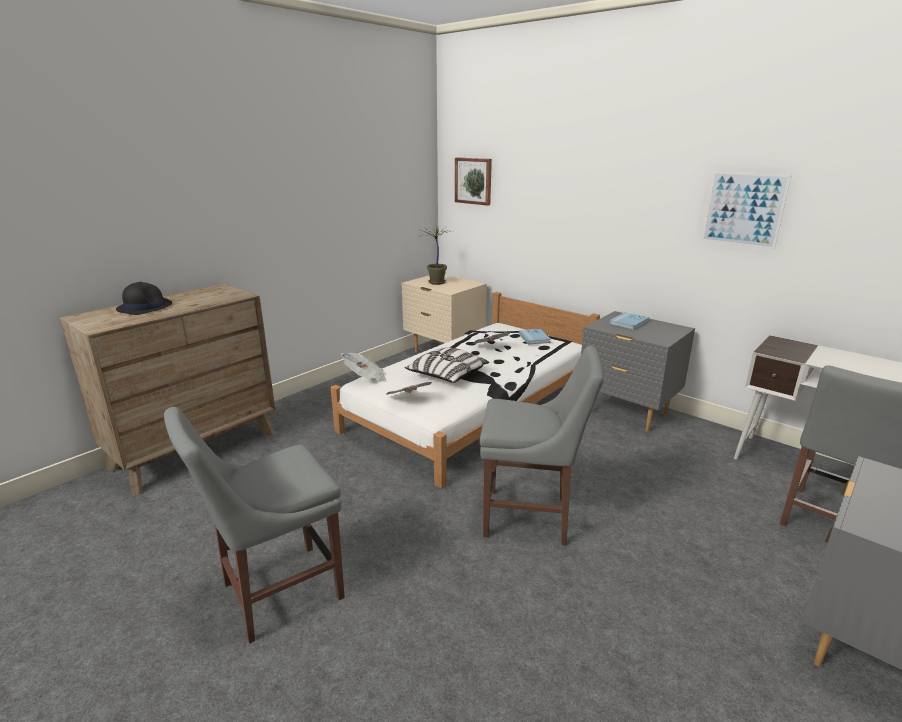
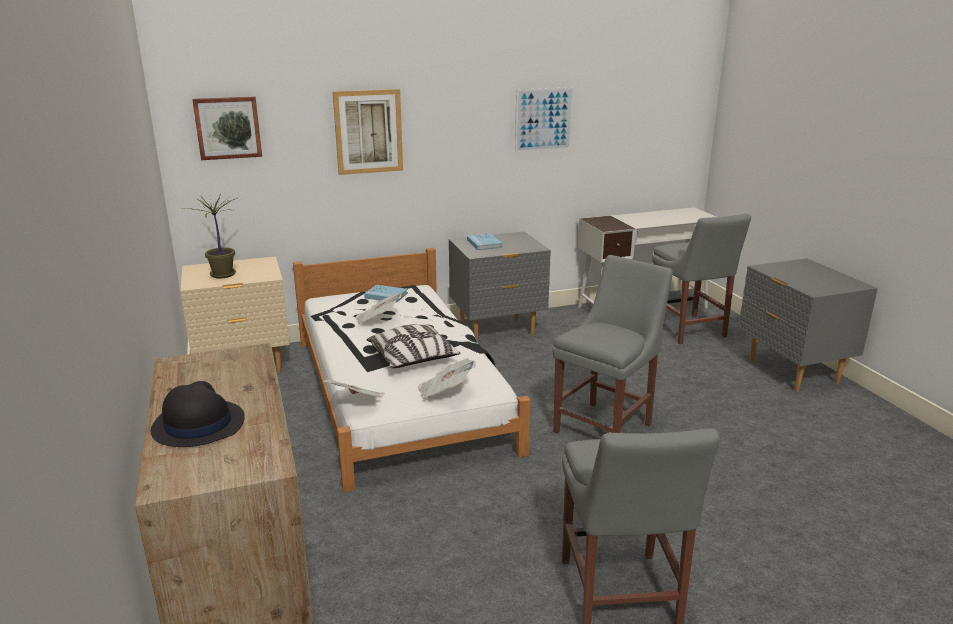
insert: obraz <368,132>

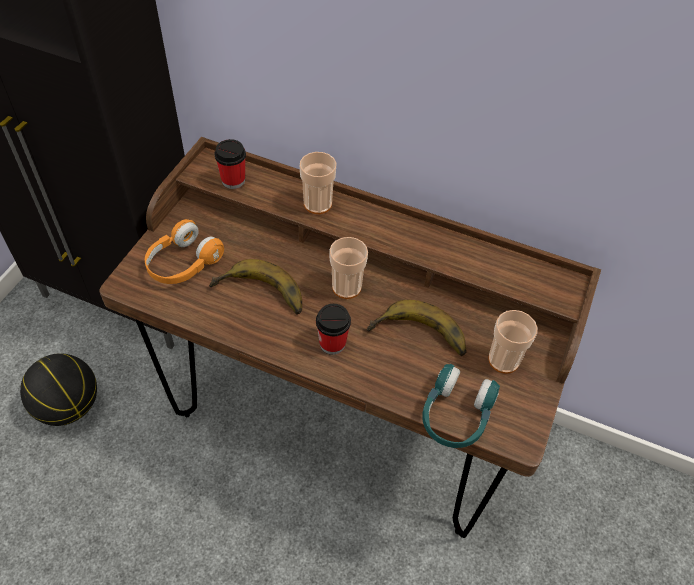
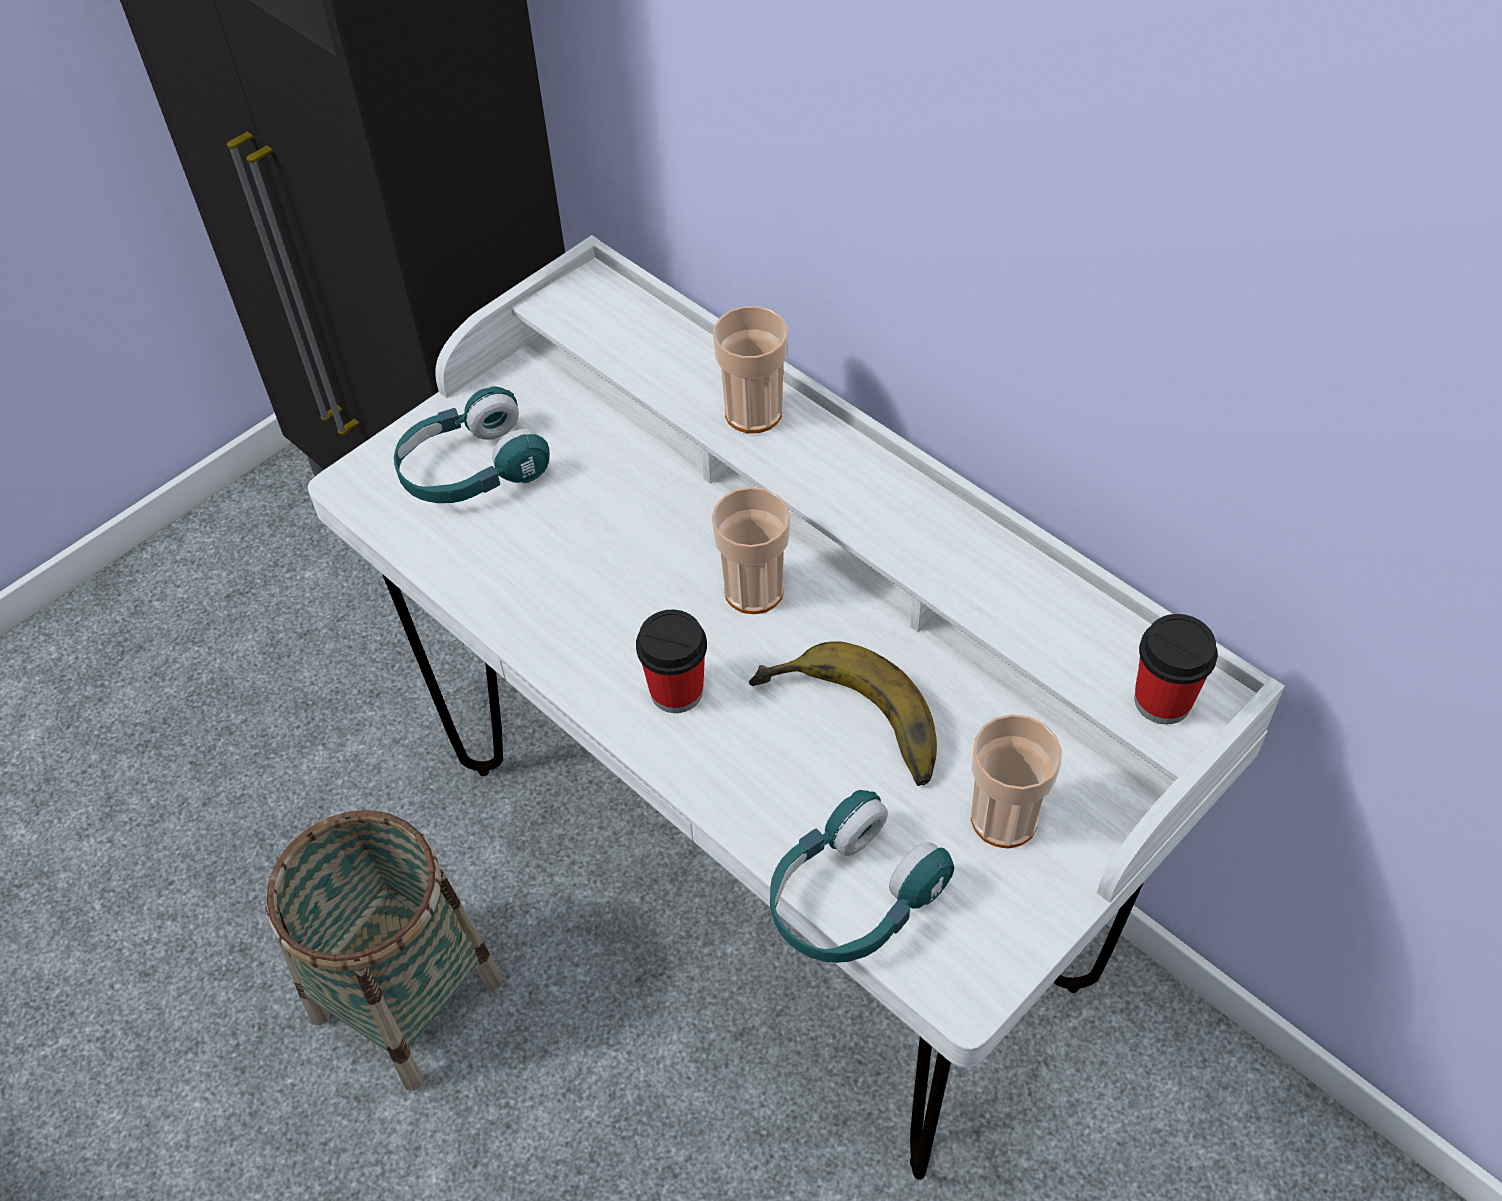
delete: piłka do koszykówki <58,389>; banan <255,287>
insert: koszyk <384,950>
move: filiżanka <230,164> to <1176,669>
recolor: biurko [brązowy] <350,337> to biurko [biały] <796,707>; słuchawki [pomarańczowy] <184,251> to słuchawki [turkusowy] <472,444>

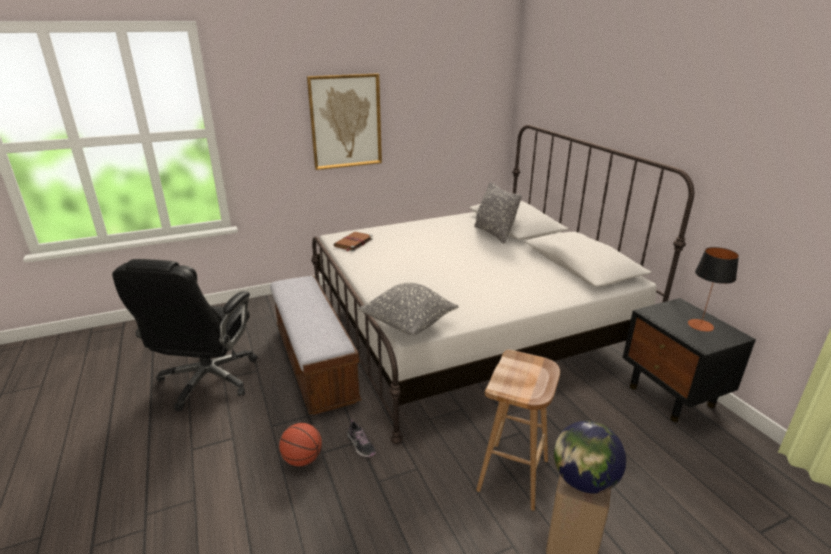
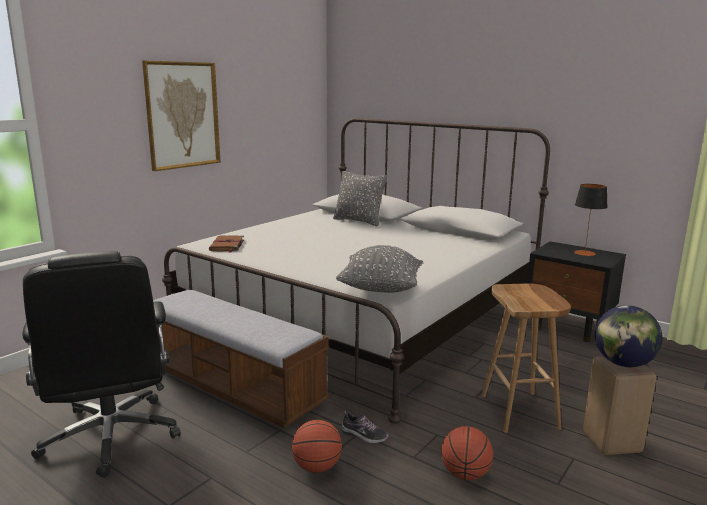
insert: piłka do koszykówki <467,453>

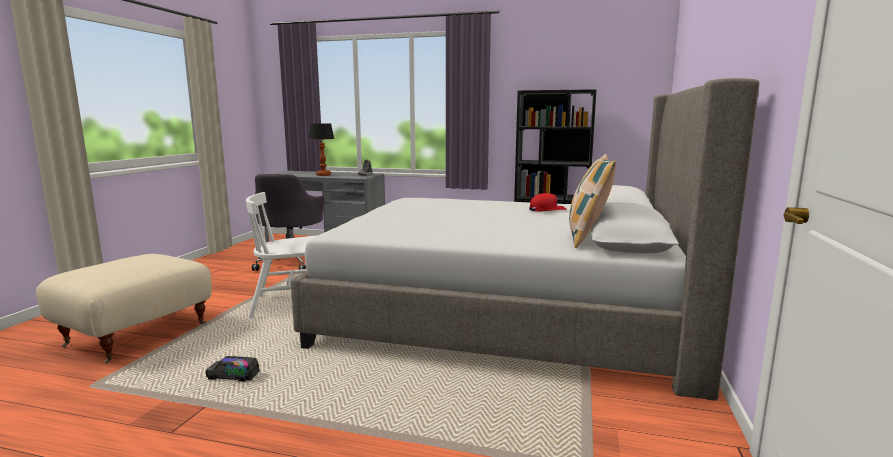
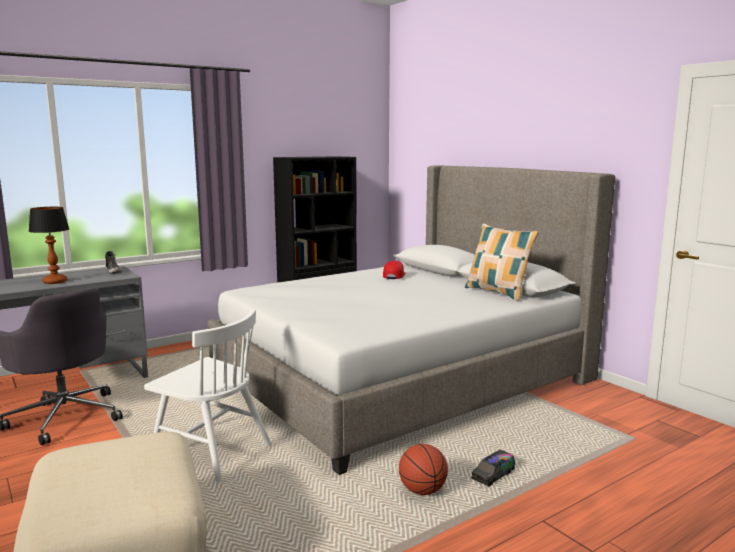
insert: piłka do koszykówki <423,469>
move: ciężarówka zabawkowa <232,369> to <493,468>
rotate: krzesło [biały] <282,255> = <208,395> 90 degrees counterclockwise

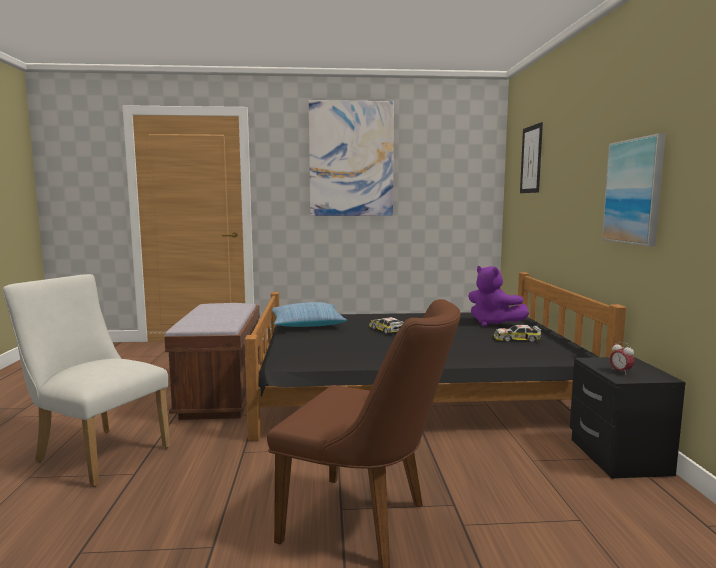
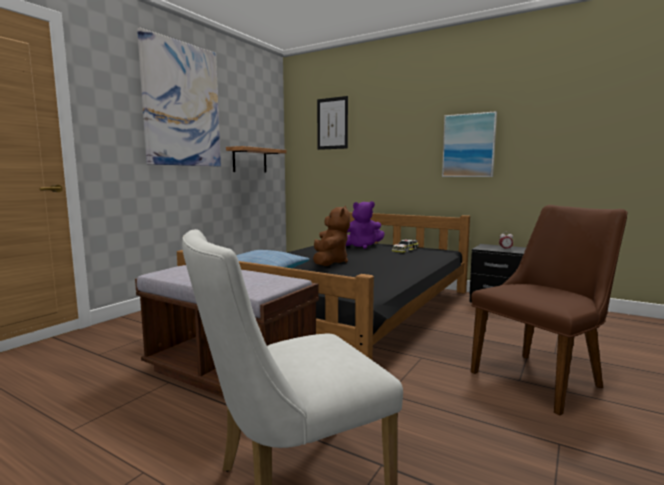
insert: półka <256,159>
replace: samochodzik <386,325> to pluszak [brązowy] <331,236>

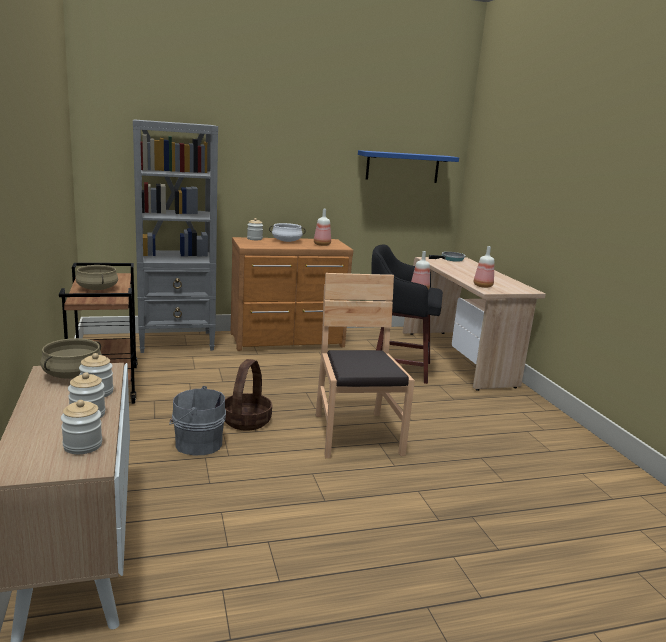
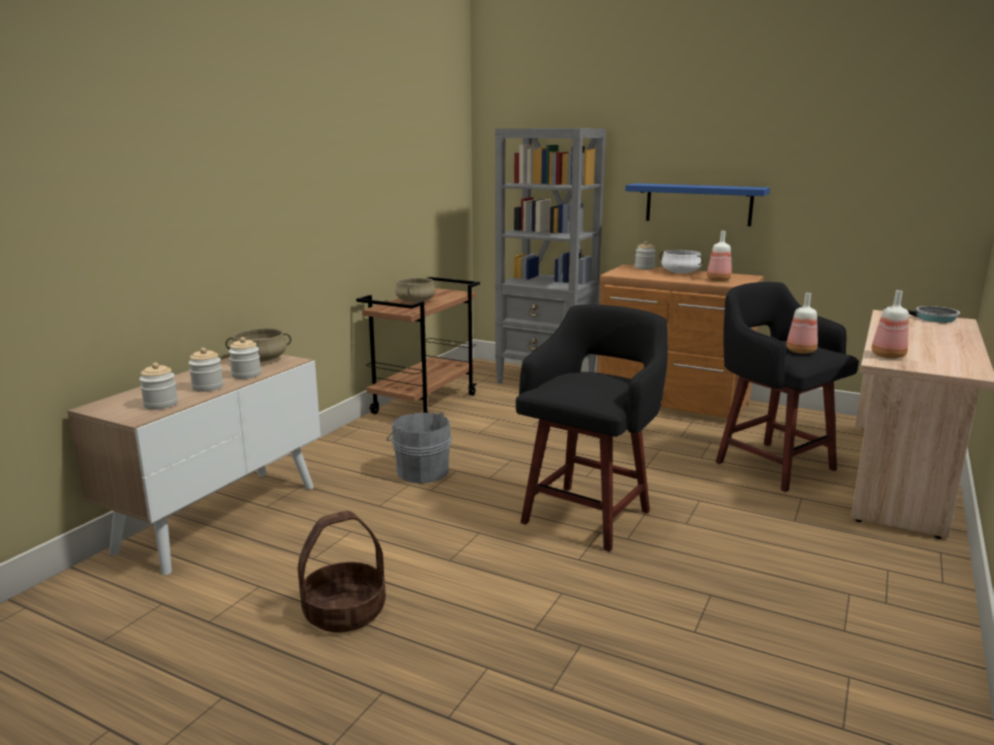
move: koszyk <248,395> to <342,572>; półka [niebieski] <408,166> to <697,204>
replace: krzesło [brązowy] <365,365> to stołek [czarny] <592,428>

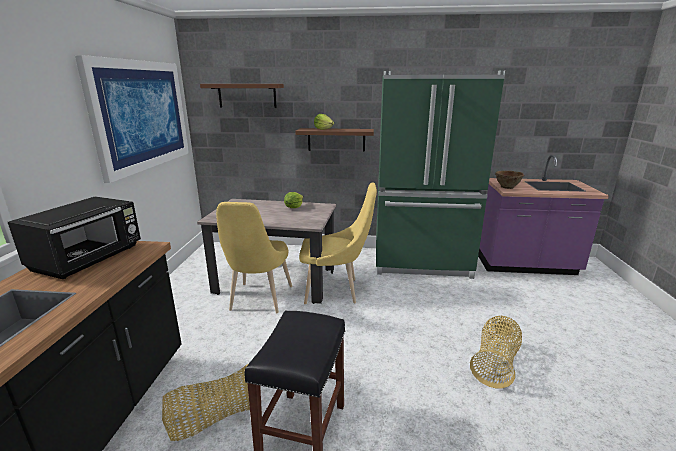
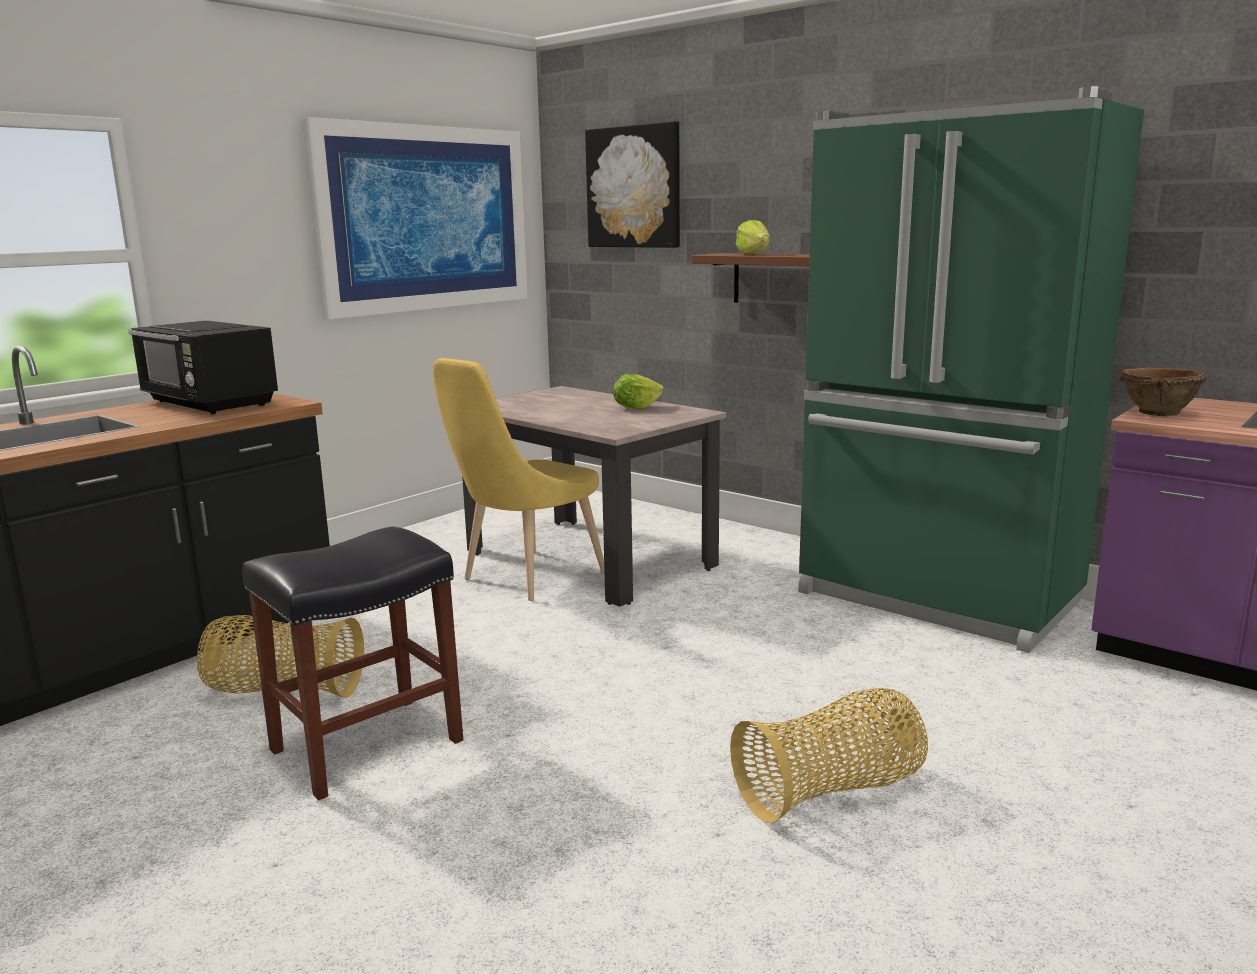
delete: krzesło [żółty] <338,243>
replace: półka [brązowy] <242,96> to obraz <632,184>
rotate: mikrofalówka [czarny] <74,237> = <203,367> 75 degrees clockwise

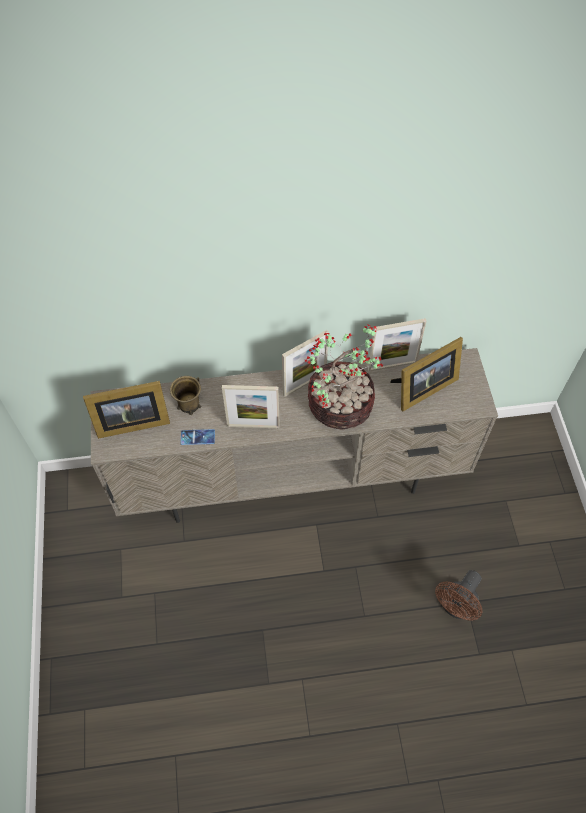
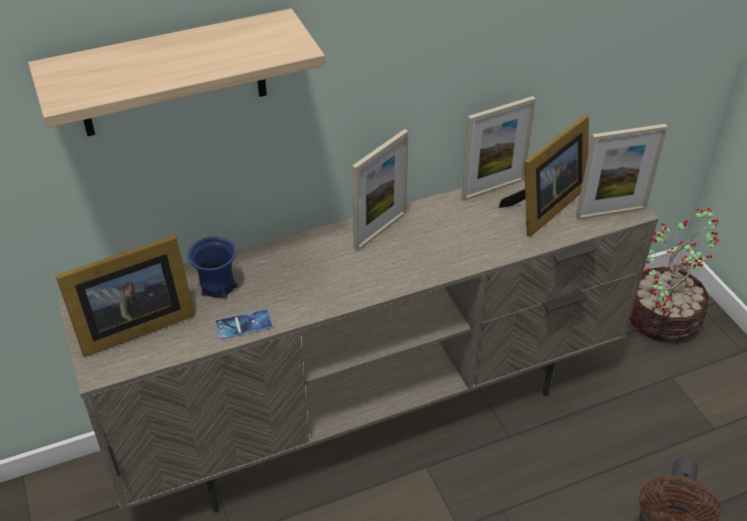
insert: półka <176,72>
move: ramka na zdjęcie <251,406> to <621,172>; roślina doniczkowa <344,377> to <675,275>
recolor: kubek [brązowy] <185,395> to kubek [niebieski] <213,268>

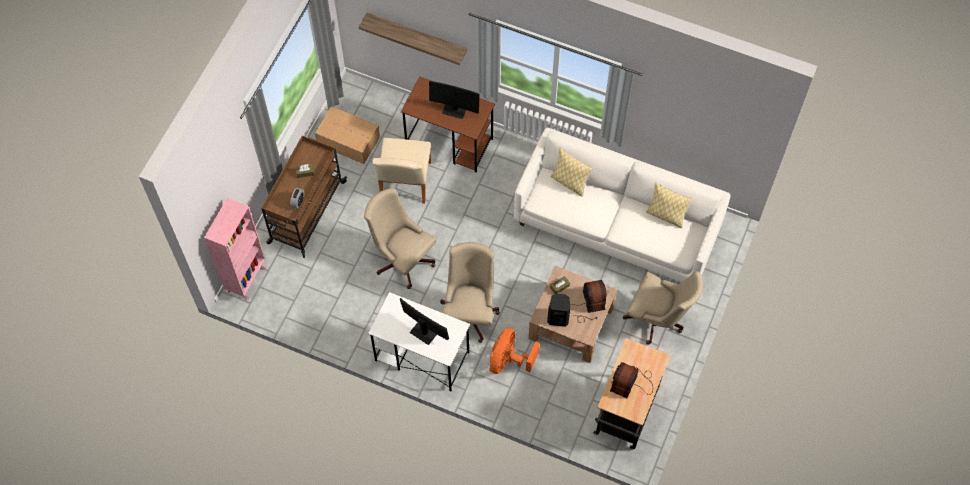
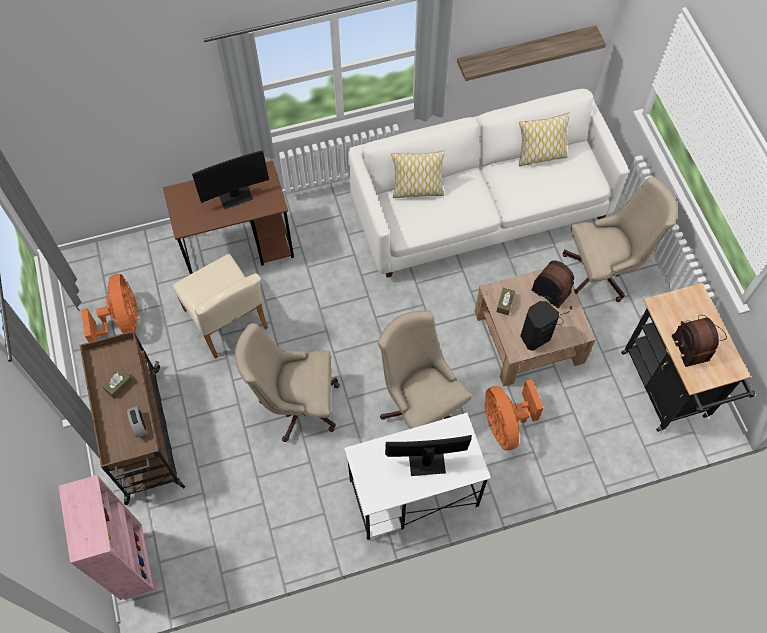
move: półka <413,39> to <531,53>
replace: karton <347,135> to wentylator [pomarańczowy] <109,308>

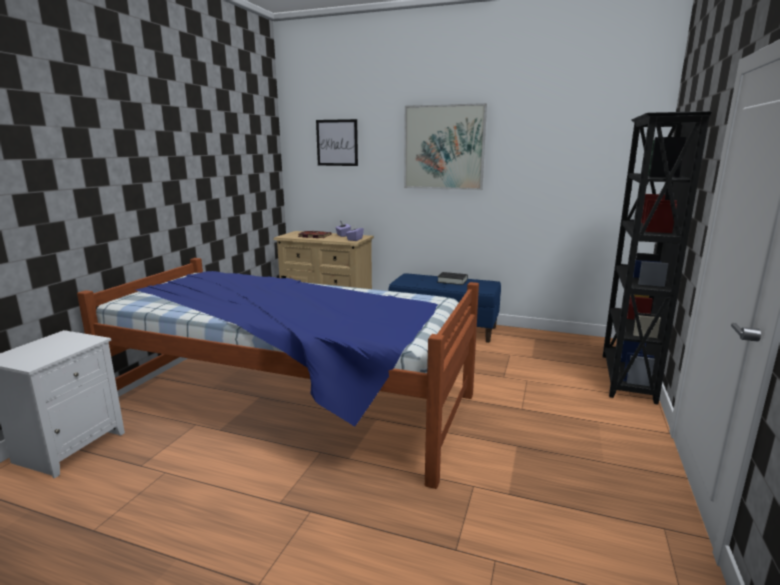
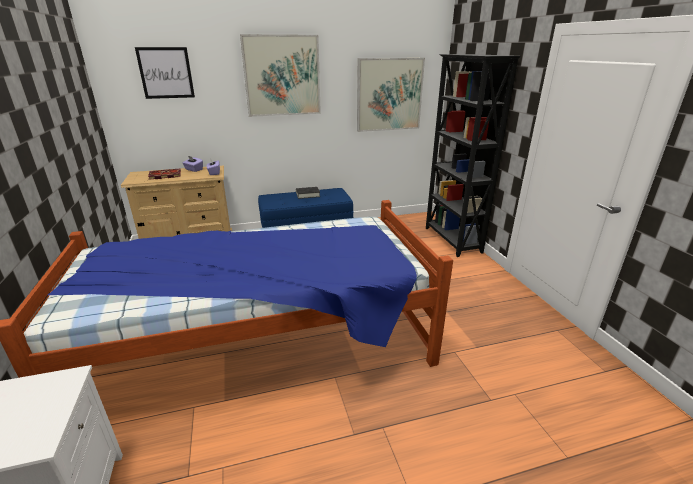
insert: obraz <391,95>

